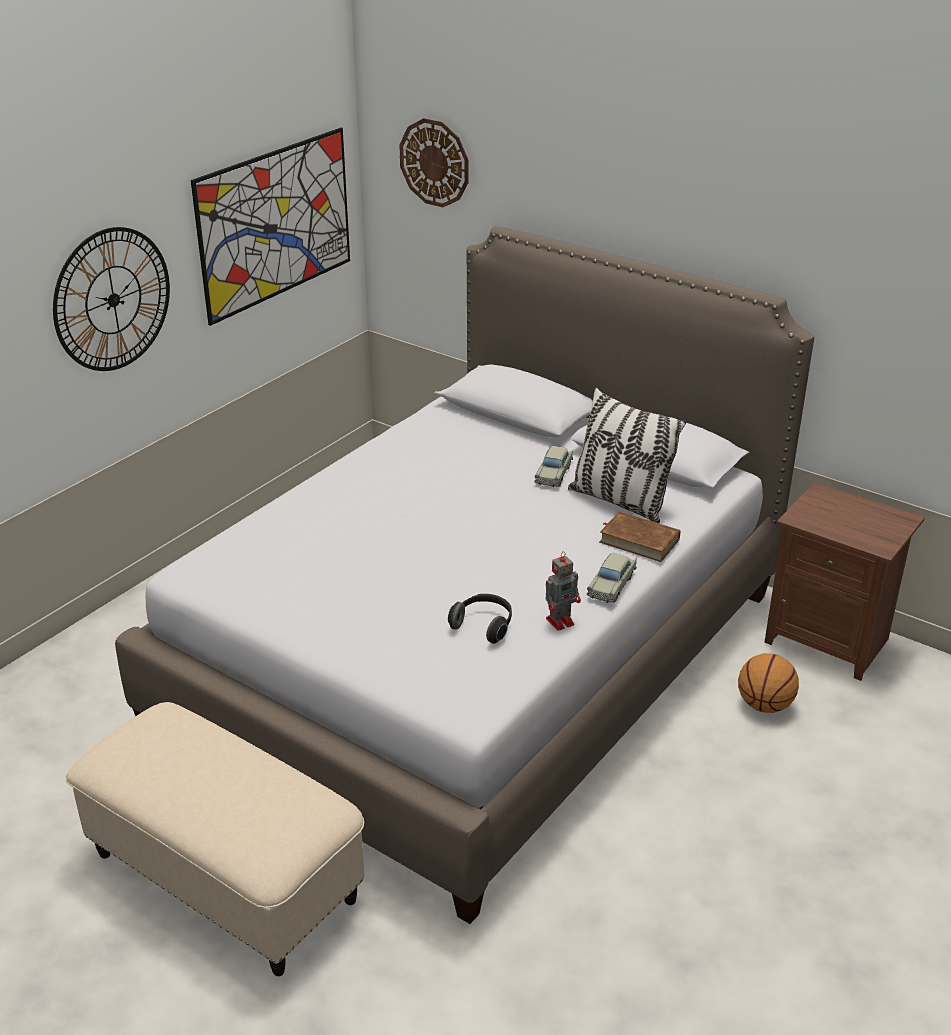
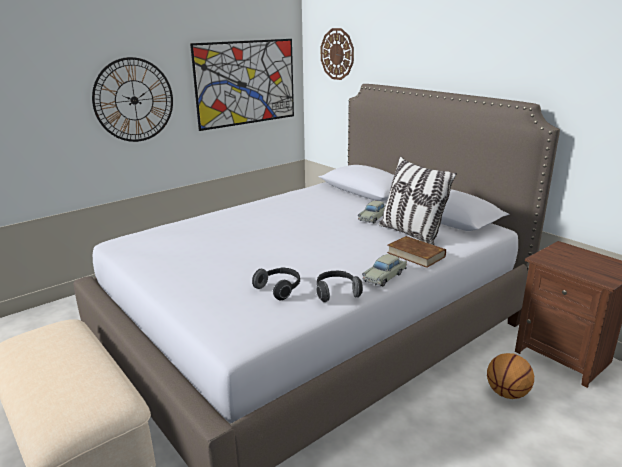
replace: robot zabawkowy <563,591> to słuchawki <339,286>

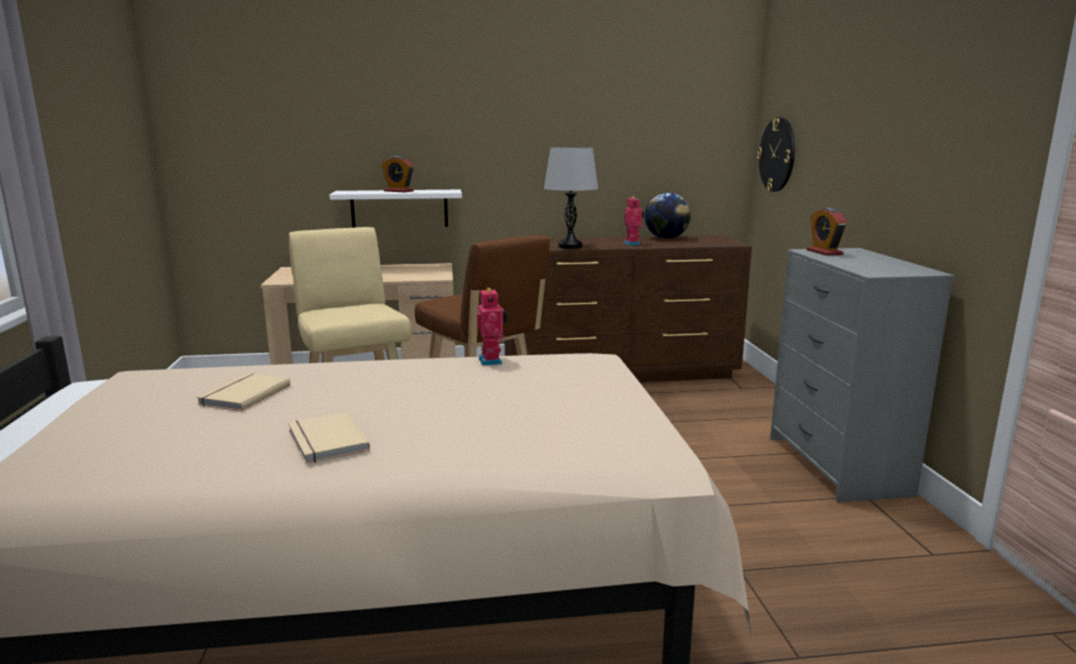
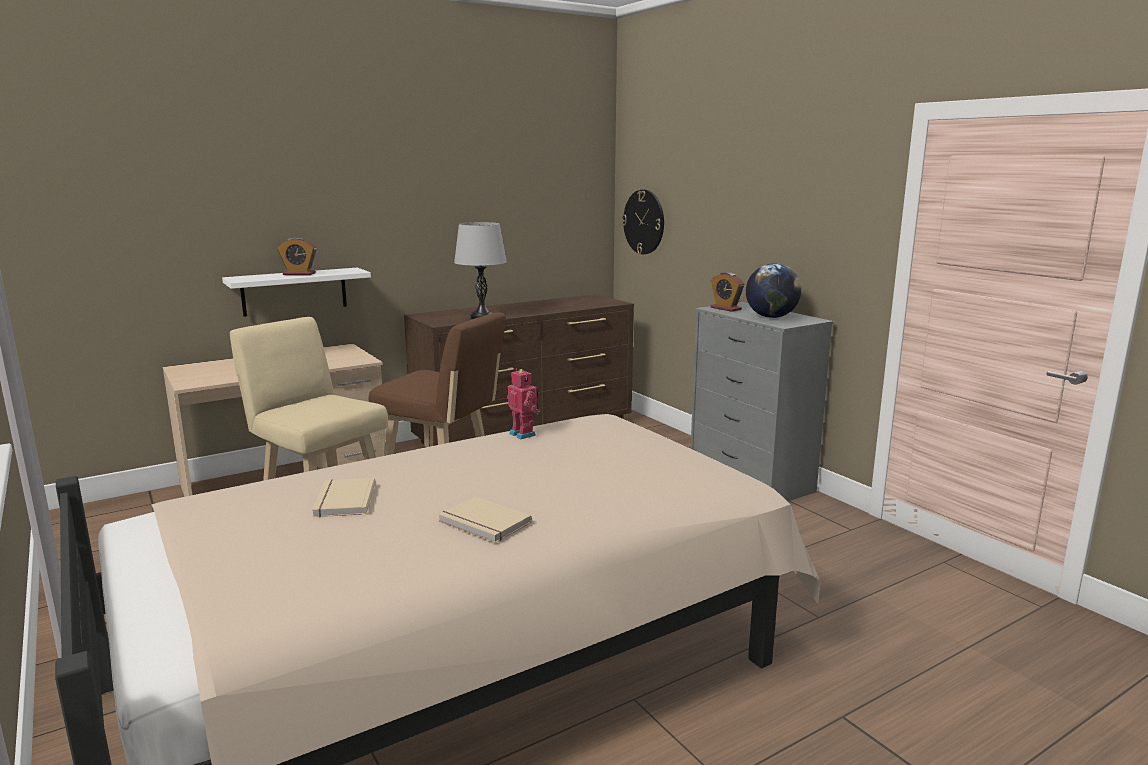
delete: robot zabawkowy <634,220>
move: globus <668,216> to <774,290>

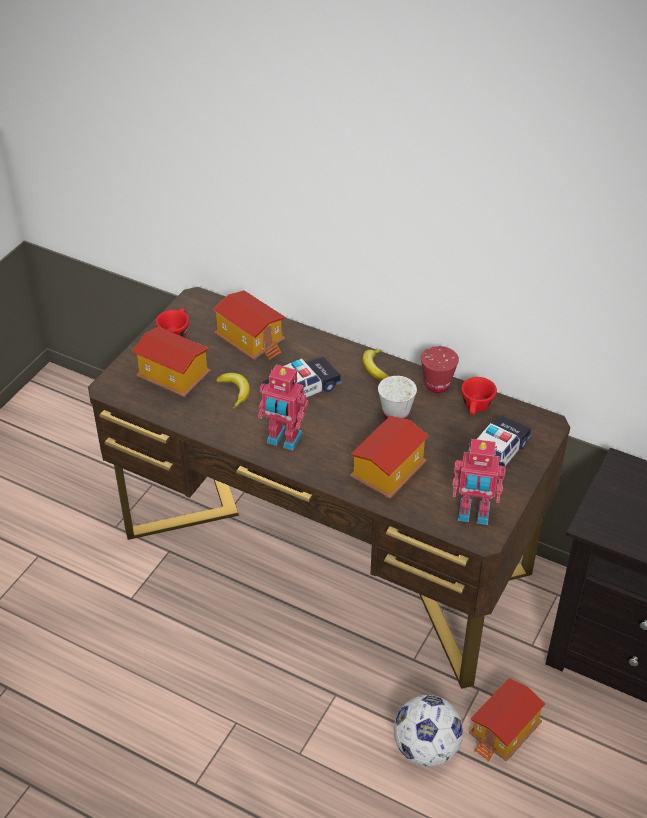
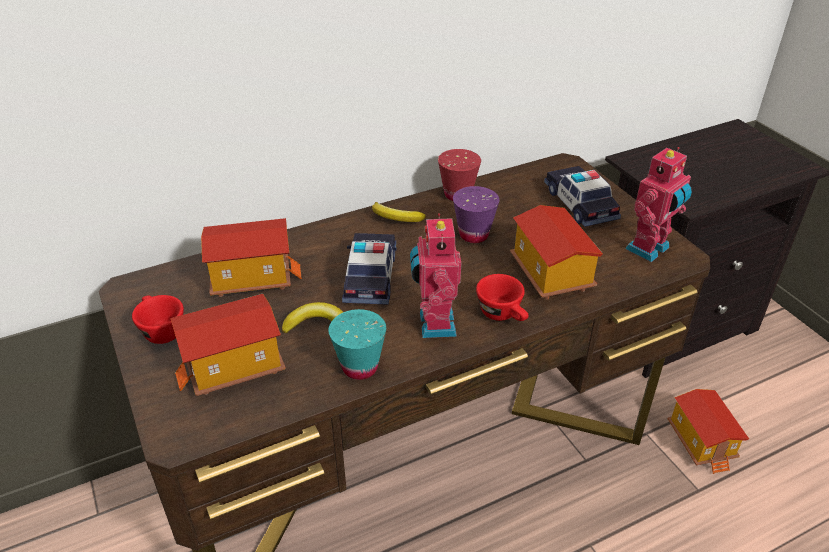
delete: piłka futbolowa <428,731>
insert: filiżanka [turkusowy] <357,344>
move: filiżanka [czerwony] <479,396> to <502,297>
recolor: filiżanka [biały] <397,397> to filiżanka [fioletowy] <476,214>
rotate: robot zabawkowy <283,407> = <435,275> 120 degrees clockwise

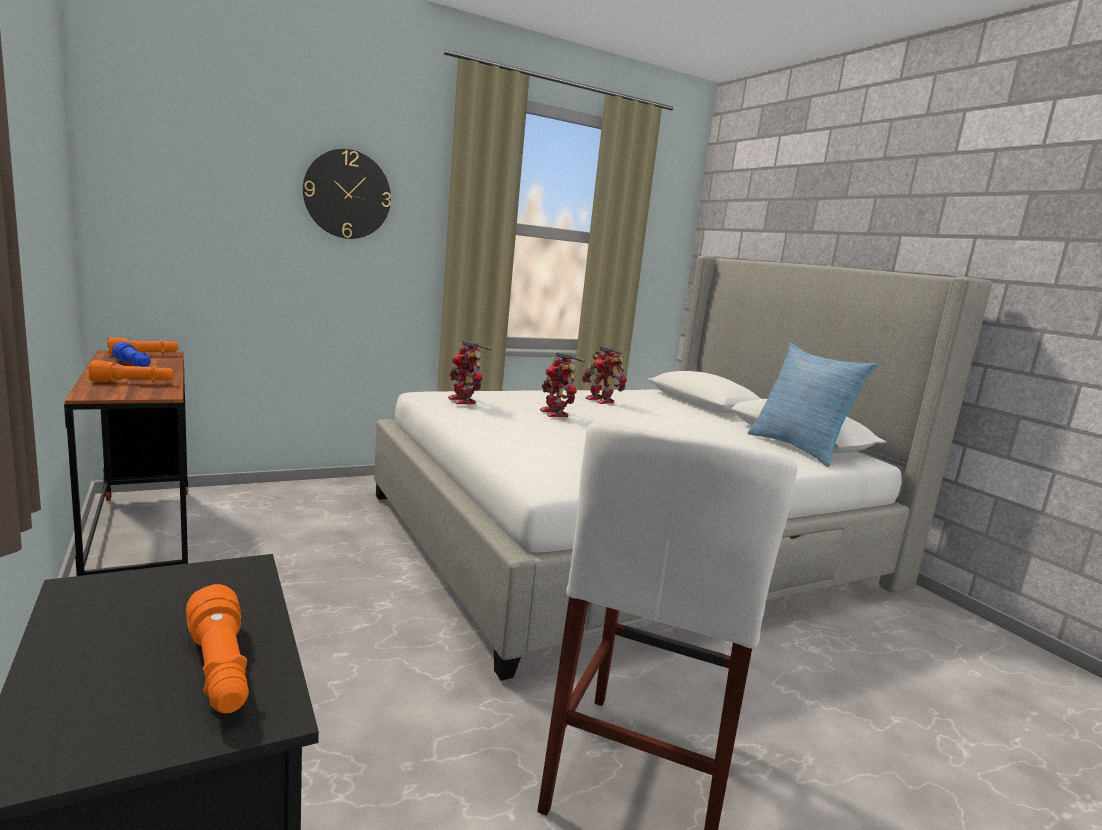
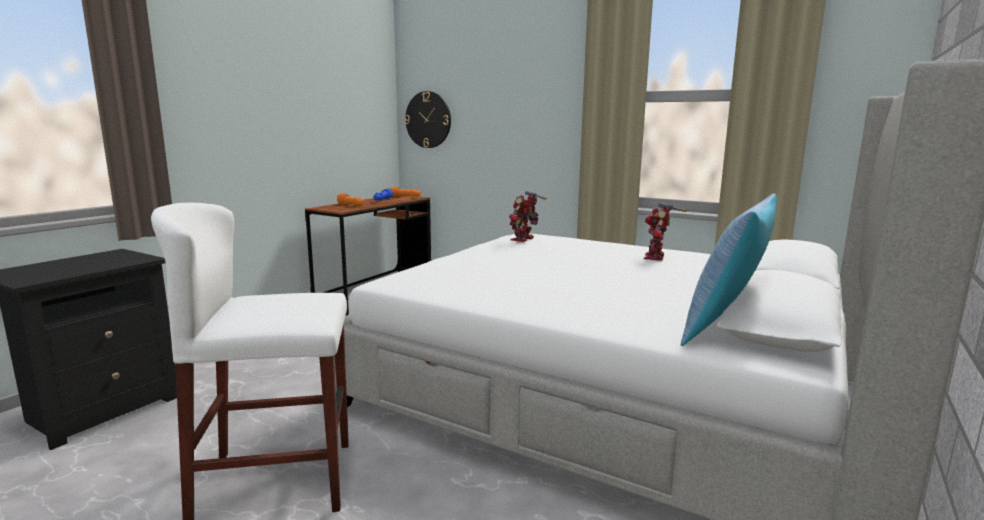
delete: latarka [pomarańczowy] <217,648>; robot zabawkowy <563,384>
move: zegar ścienny <347,194> to <427,119>

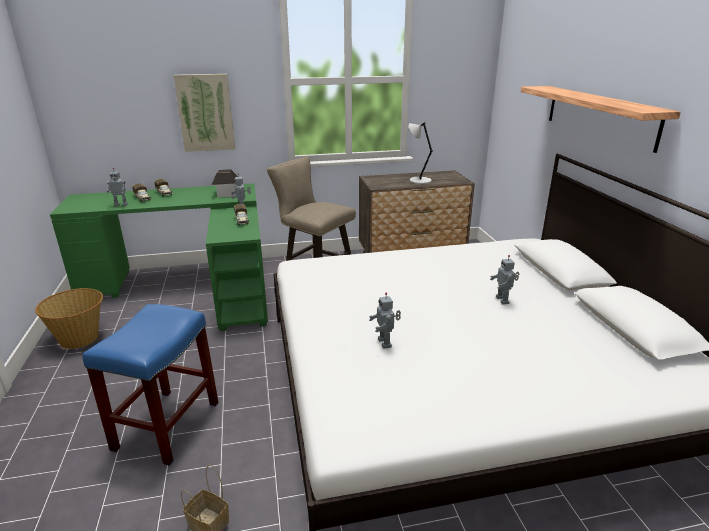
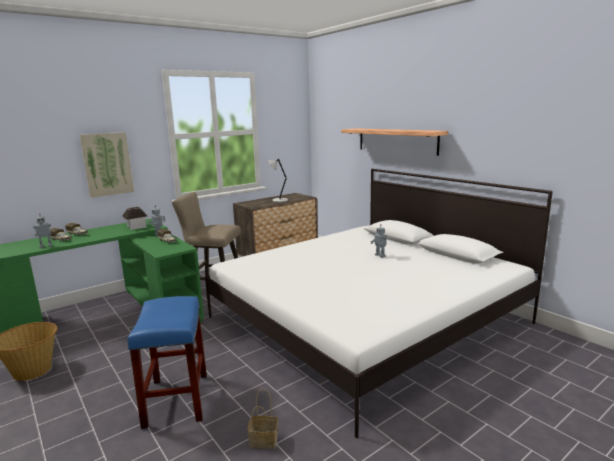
delete: robot zabawkowy <385,321>

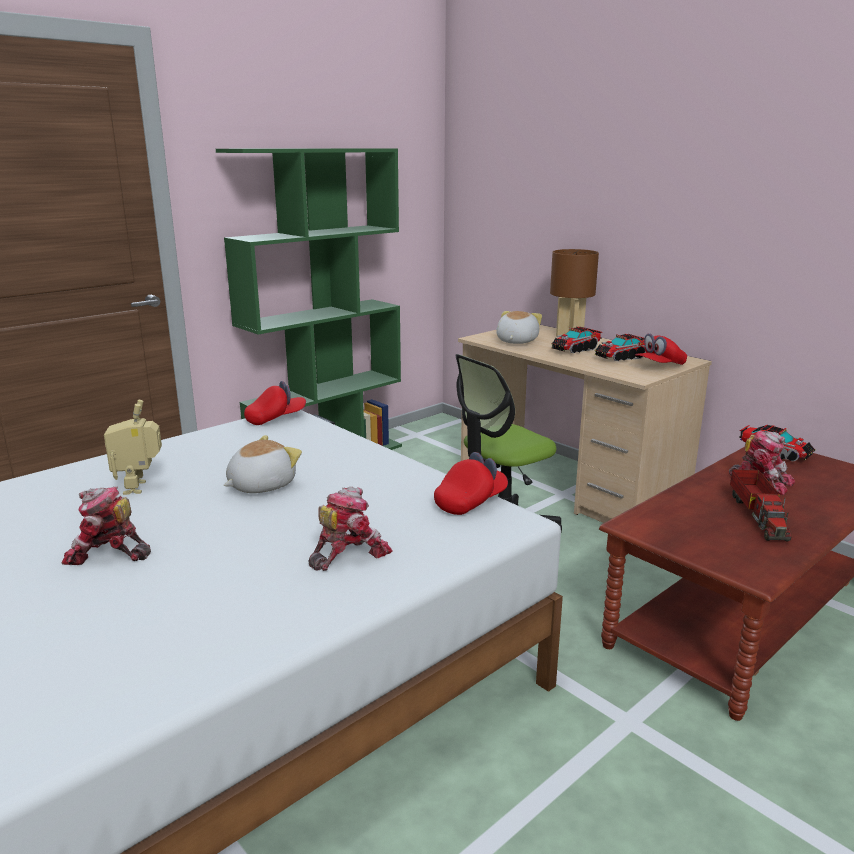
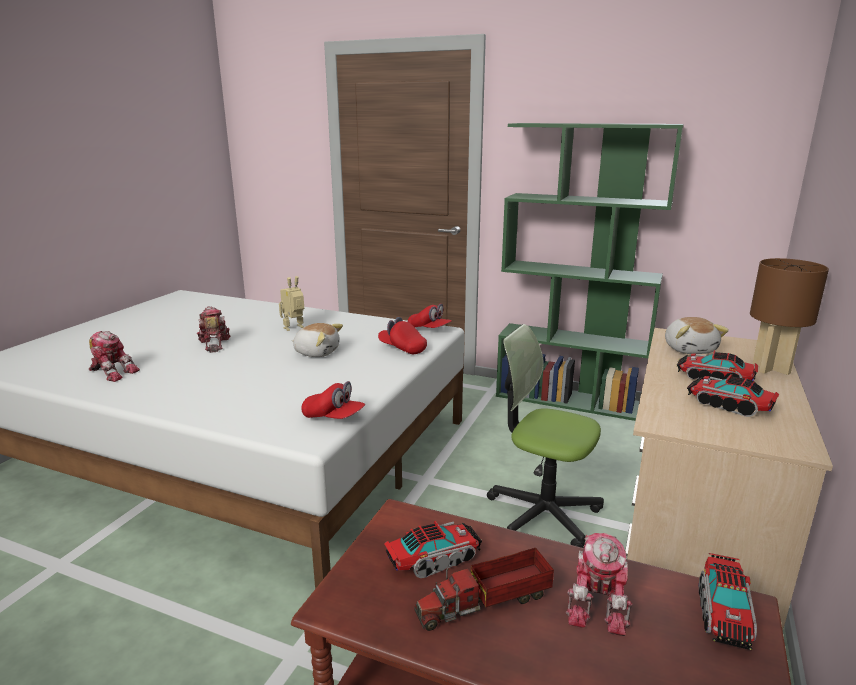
insert: ciężarówka zabawkowa <433,549>
move: robot zabawkowy <350,529> to <114,356>; czapka z daszkiem [czerwony] <661,349> to <402,335>
rotate: pluszak <519,327> = <697,335> 90 degrees clockwise

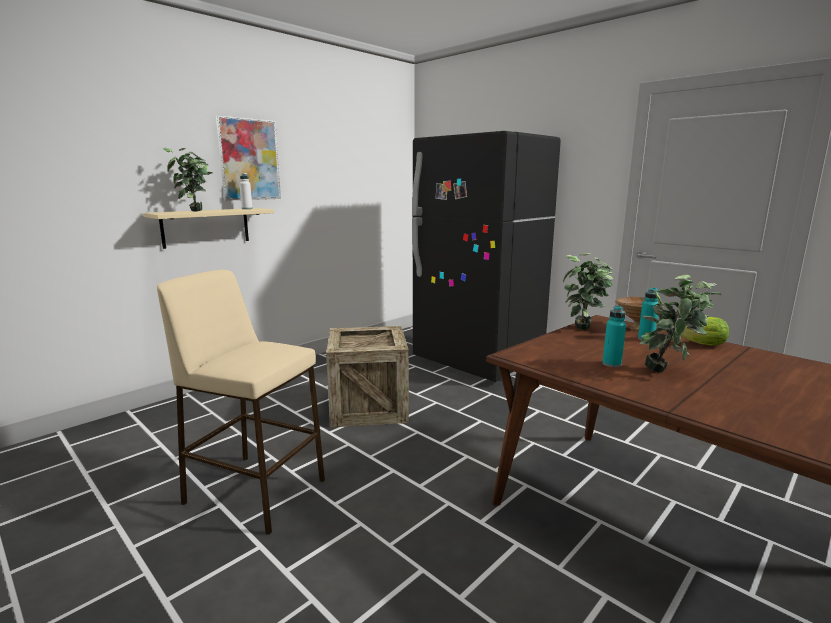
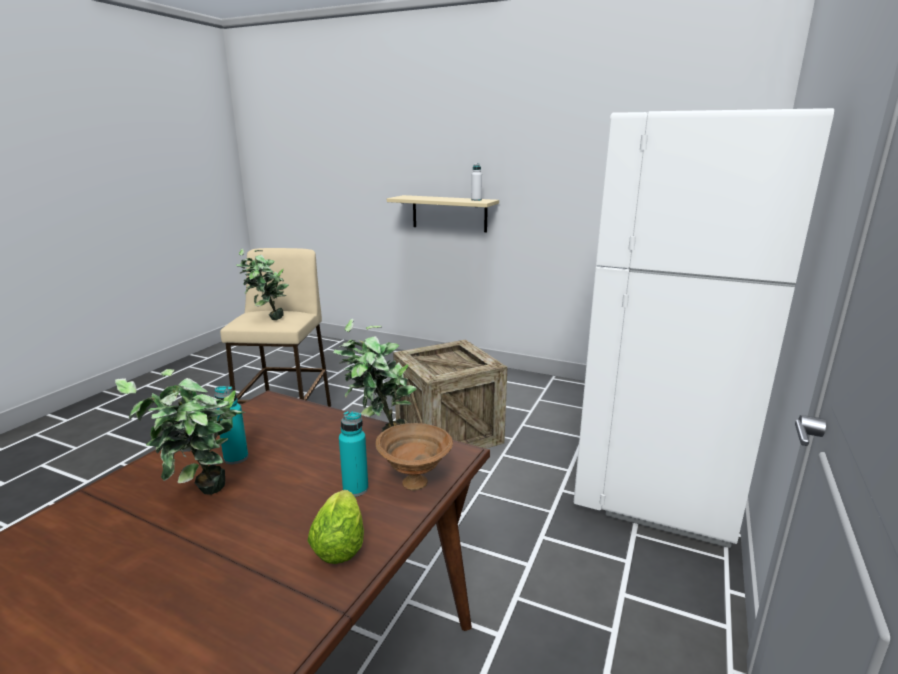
delete: obraz <248,158>
move: roślina doniczkowa <188,179> to <262,284>
recolor: lodówka [czarny] <486,256> to lodówka [biały] <704,328>

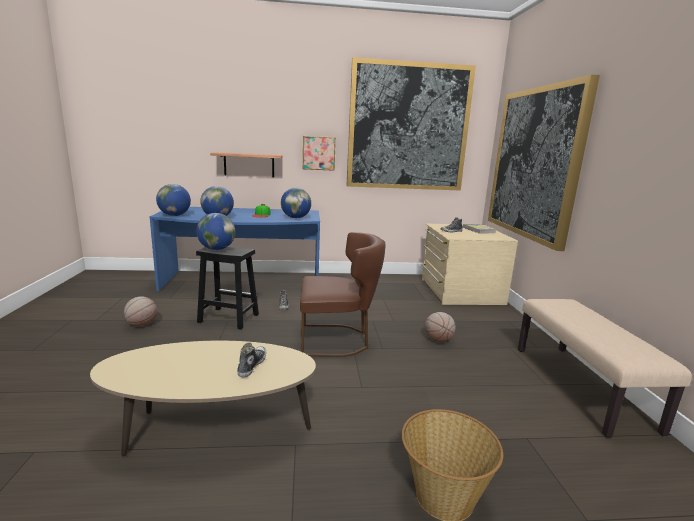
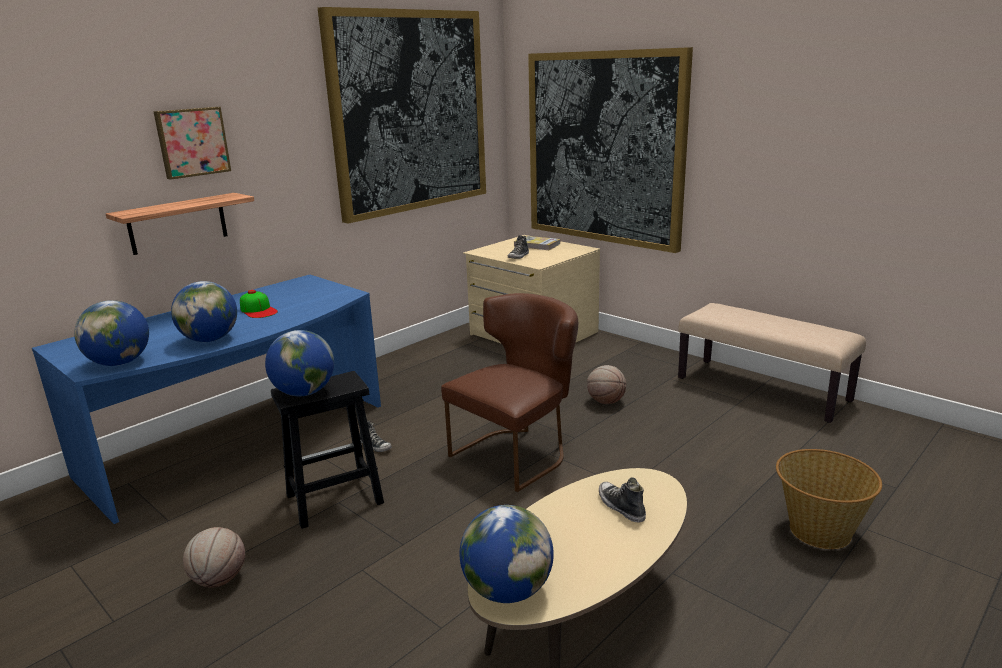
move: globus <296,203> to <507,554>; obraz <319,153> to <192,143>

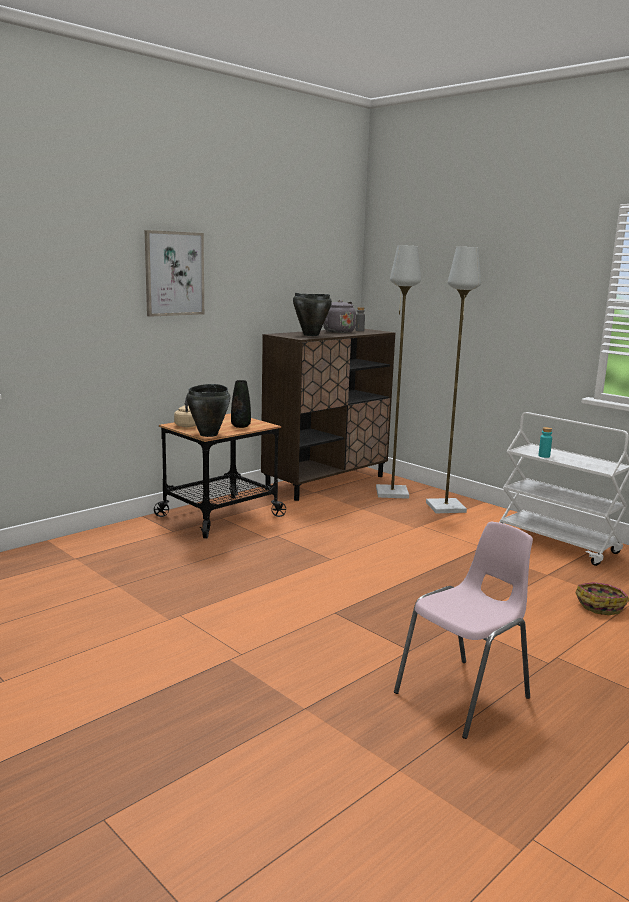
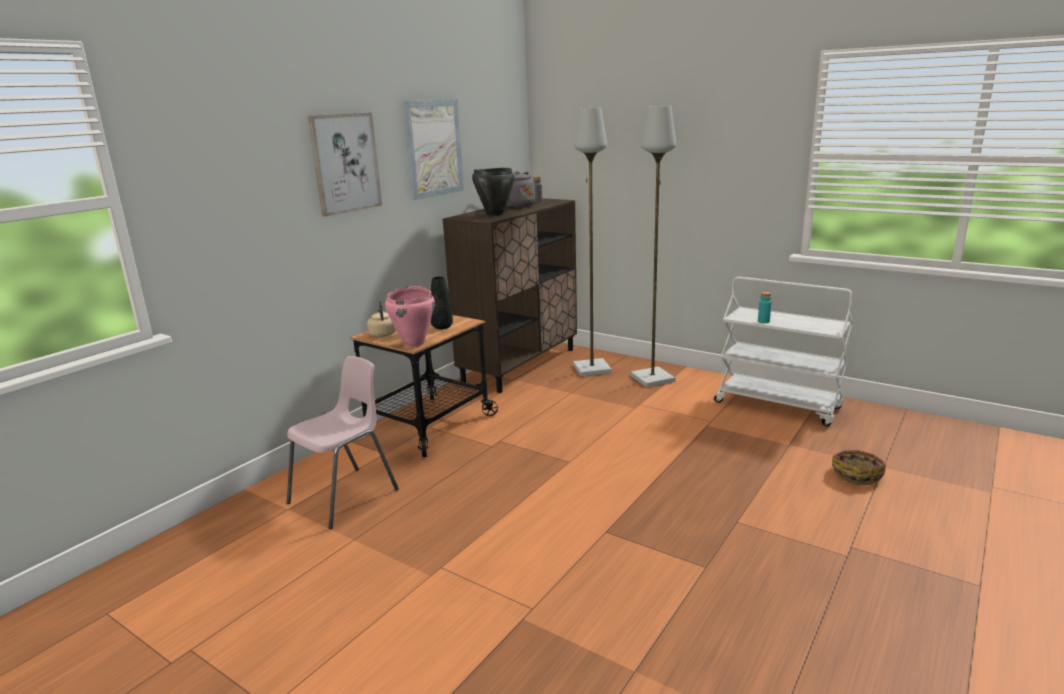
insert: obraz <433,149>
move: krzesło [różowy] <463,630> to <343,442>
recolor: garnek [czarny] <208,410> to garnek [różowy] <410,316>

